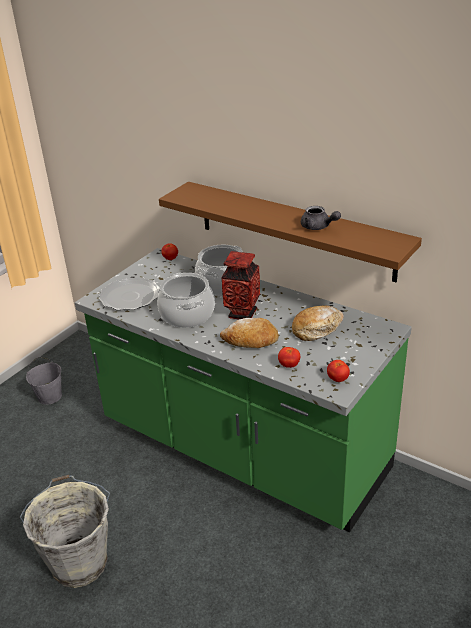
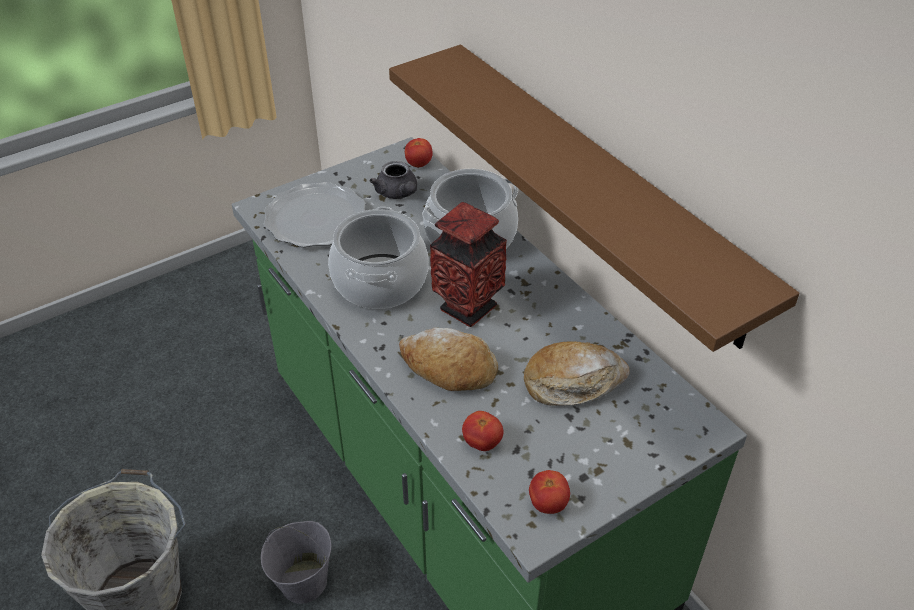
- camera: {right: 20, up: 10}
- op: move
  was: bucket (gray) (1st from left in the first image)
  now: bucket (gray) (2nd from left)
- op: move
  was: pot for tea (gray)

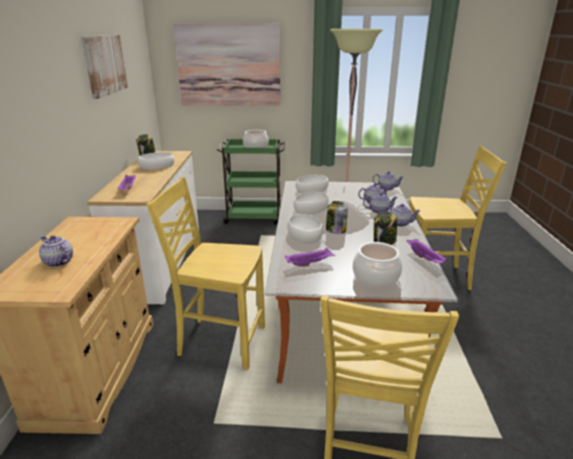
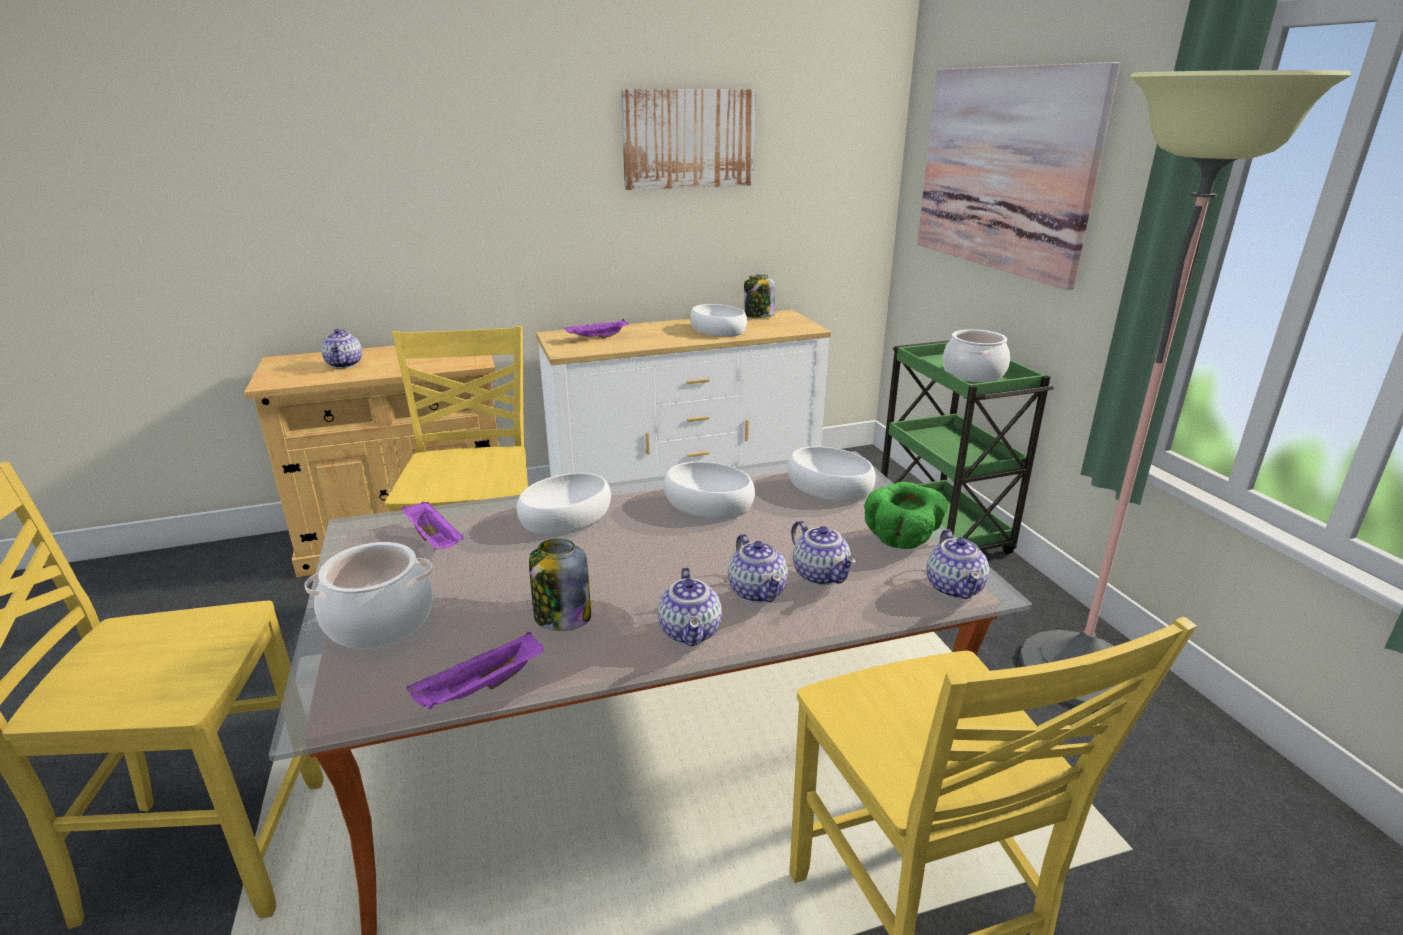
- camera: {right: 70, up: 0}
- op: rotate
  was: pot for tea (1st from left)
  clockwise: 150
- op: insert
  now: serving bowl (greenish)
- op: delete
  was: preserve jar (2nd from left)

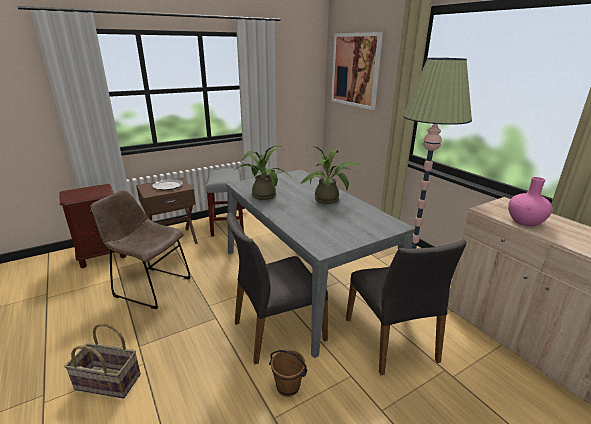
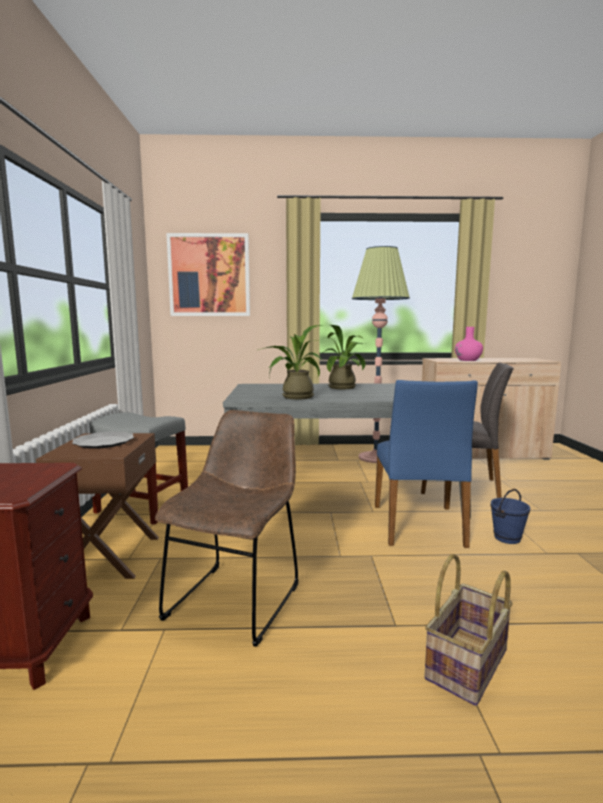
- camera: {right: -60, up: -15}
- op: rotate
  was: chair (brown)
  clockwise: 150
- op: recolor
  was: chair (gray) (1st from left)
  now: chair (blue)
- op: recolor
  was: bucket (brown)
  now: bucket (blue)

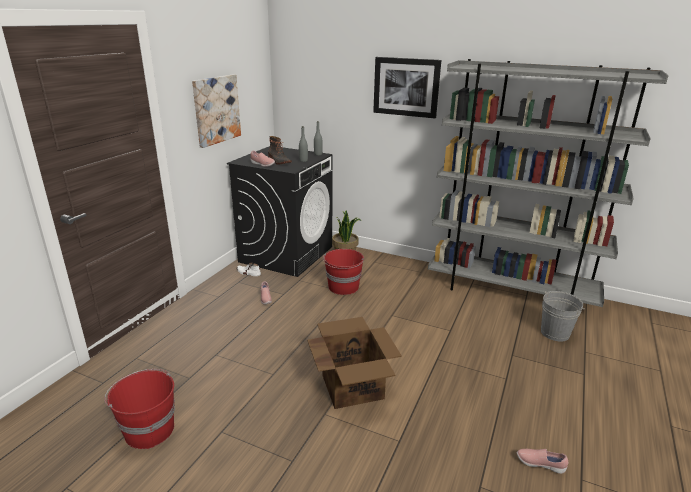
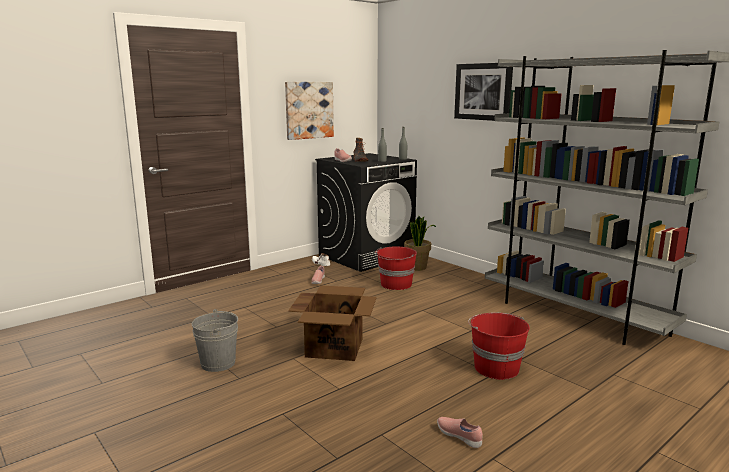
- camera: {right: 25, up: -10}
- op: move
  was: bucket (gray)
- op: move
  was: bucket (red-coloured) (1st from left in the first image)
  now: bucket (red-coloured) (2nd from left)

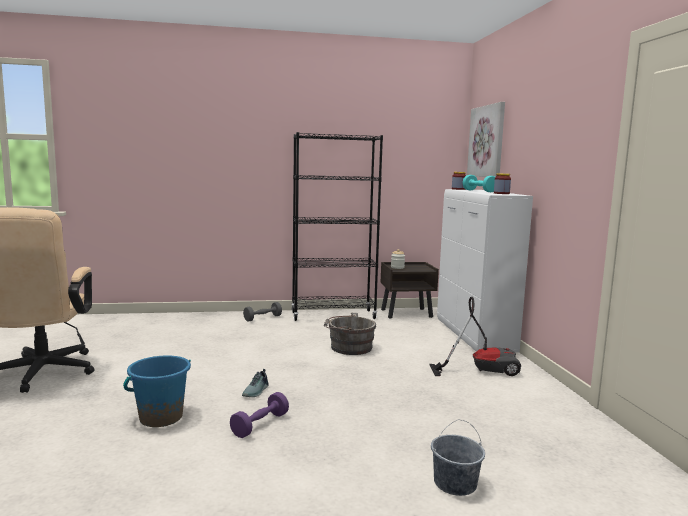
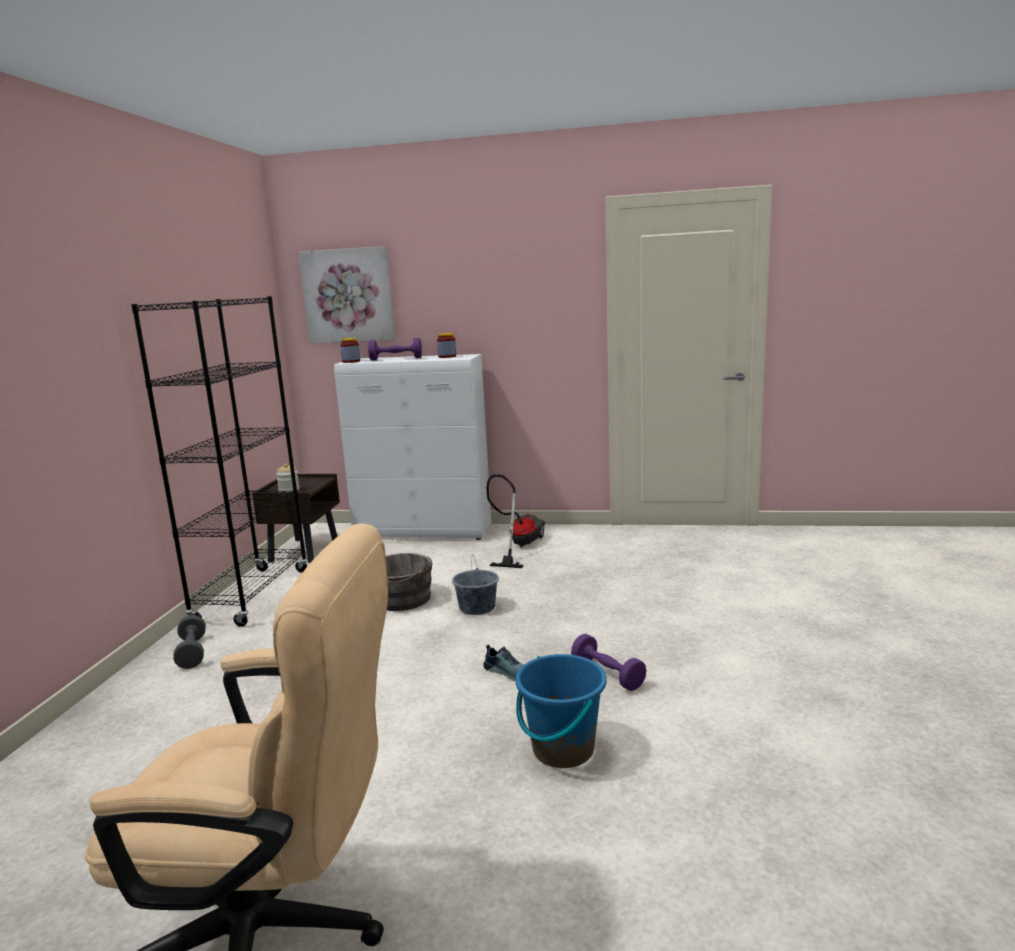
- camera: {right: -70, up: 5}
- op: recolor
  was: dumbbell (turquoise-coloured)
  now: dumbbell (purplish) (1st from left)
- op: move
  was: bucket (gray) (2nd from left)

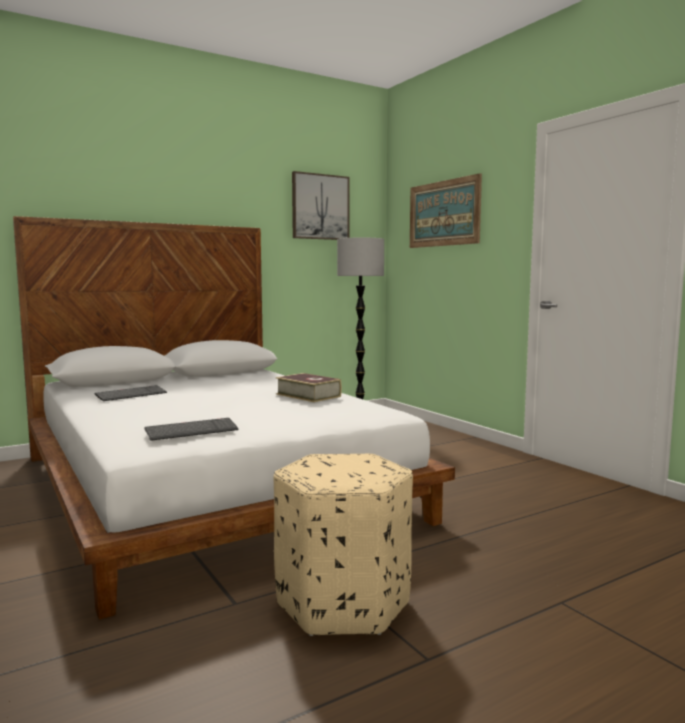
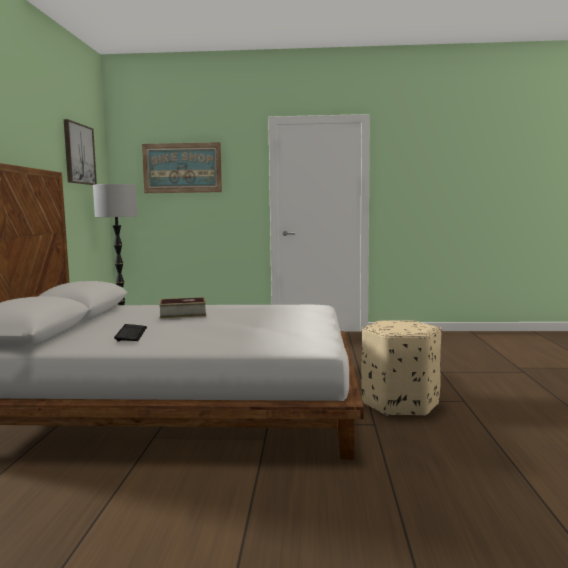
- camera: {right: -55, up: 0}
- op: move
  was: bound book
- op: delete
  was: keyboard (2nd from left)

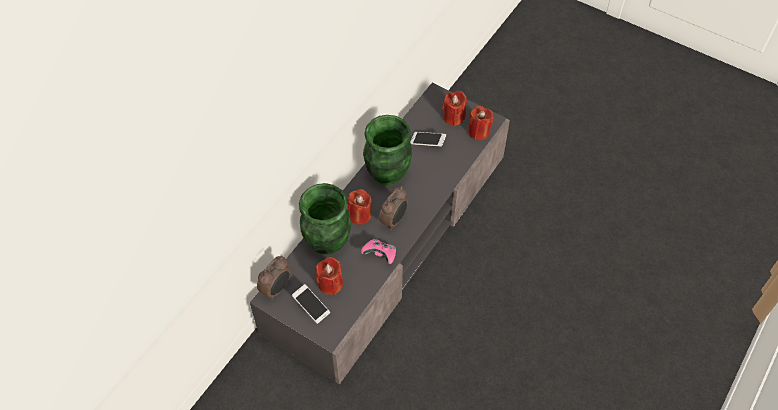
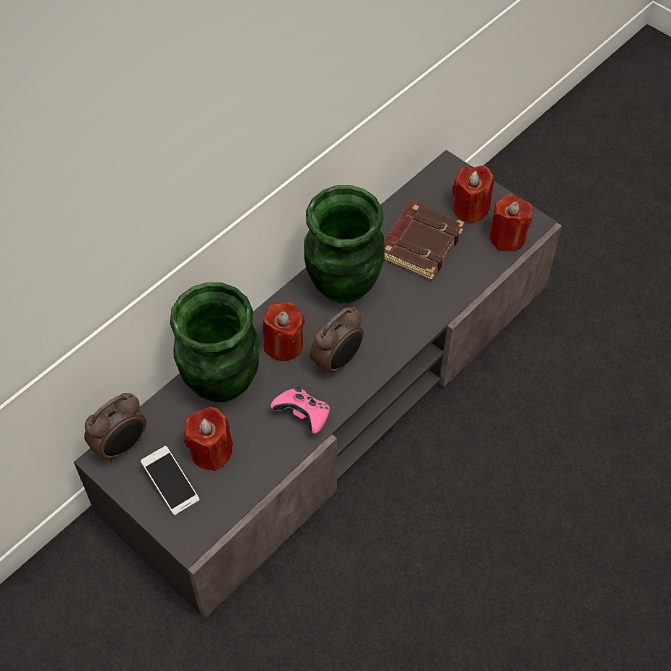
- camera: {right: 10, up: 0}
- op: replace
  was: telephone (2nd from left)
  now: bound book (brown)

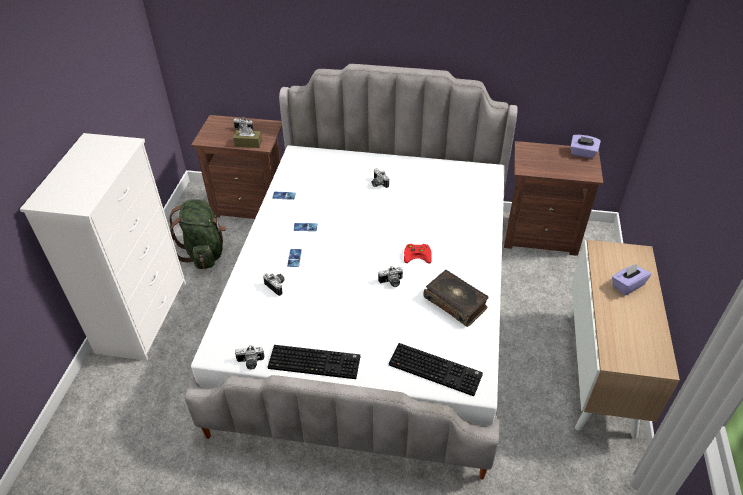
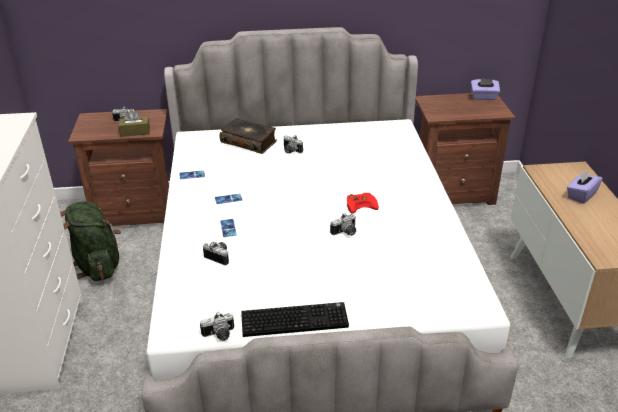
- camera: {right: -15, up: -10}
- op: move
  was: bound book
- op: delete
  was: keyboard (2nd from left)

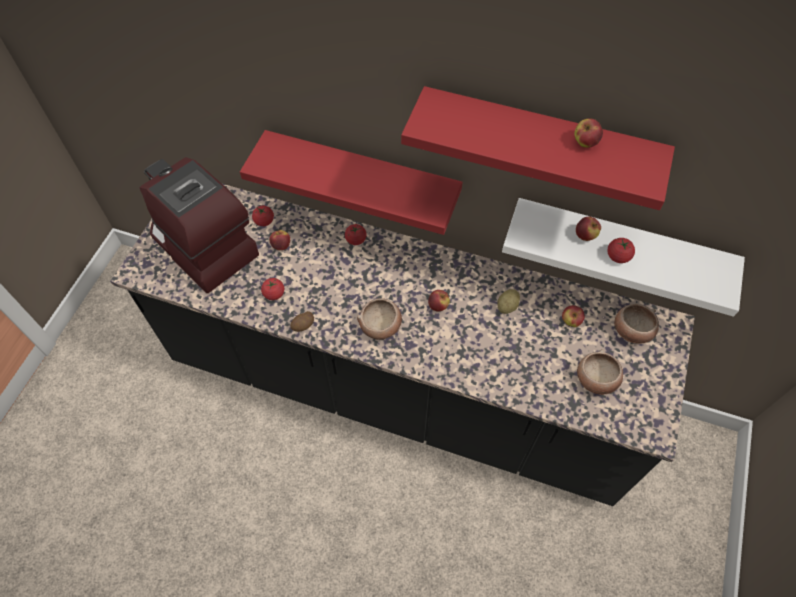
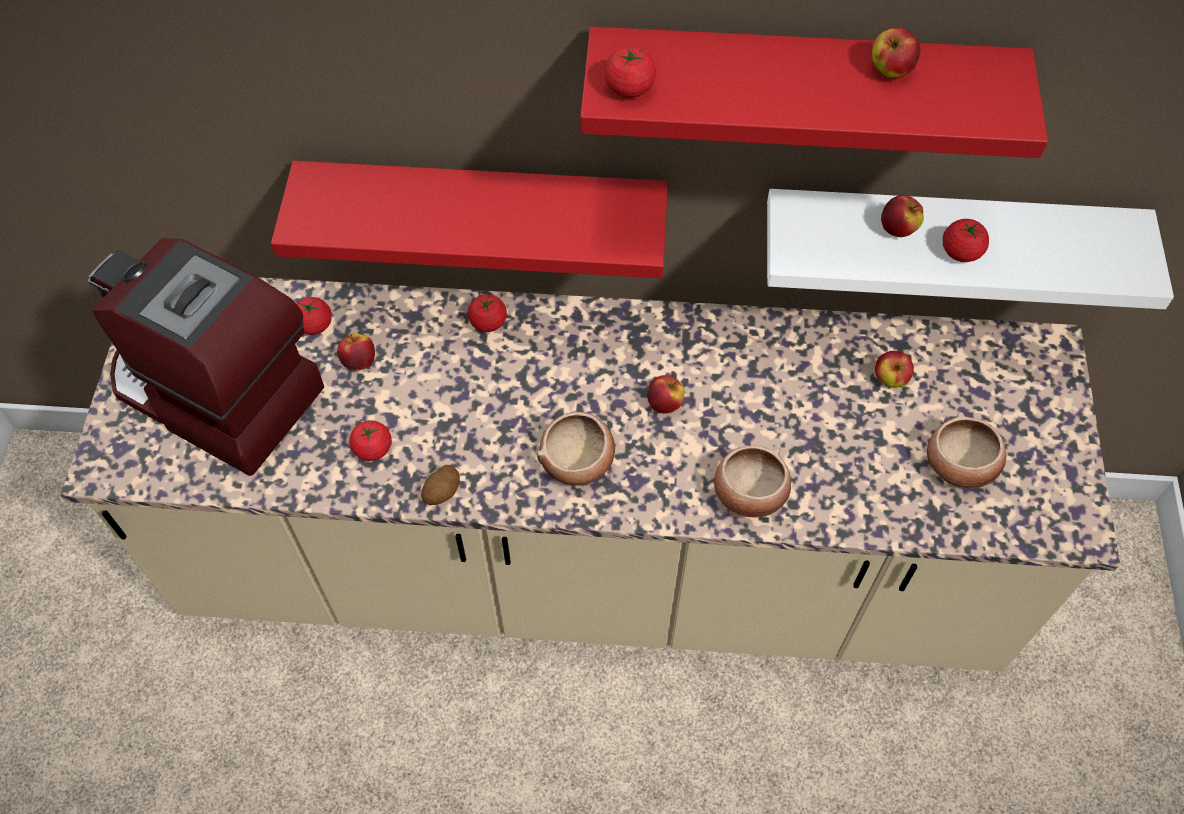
- camera: {right: -15, up: 0}
- op: recolor
  was: counter (blackish)
  now: counter (sand-coloured)
- op: insert
  now: fresh tomato (4th from left)
- op: move
  was: serving bowl (3rd from left in the first image)
  now: serving bowl (2nd from left)
- op: delete
  was: spud (2nd from left)

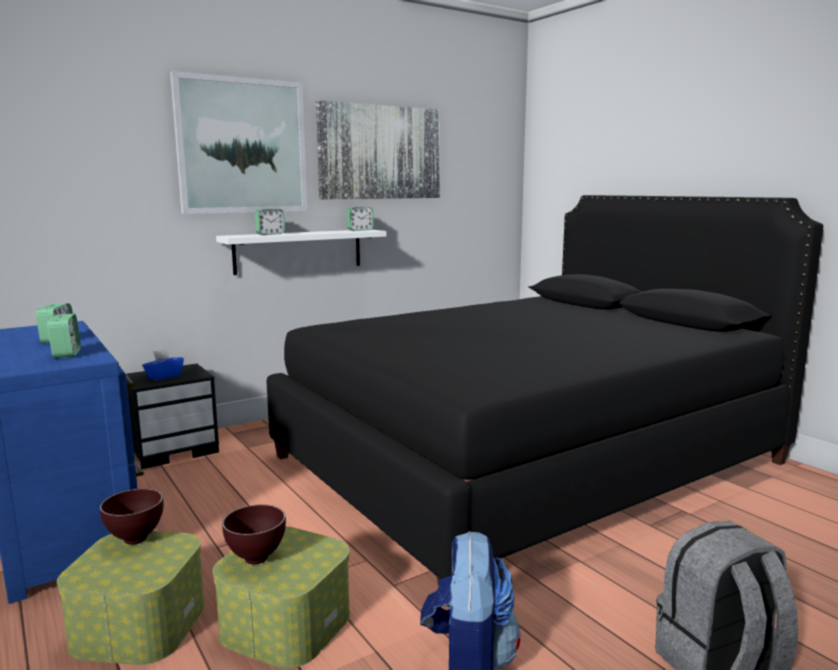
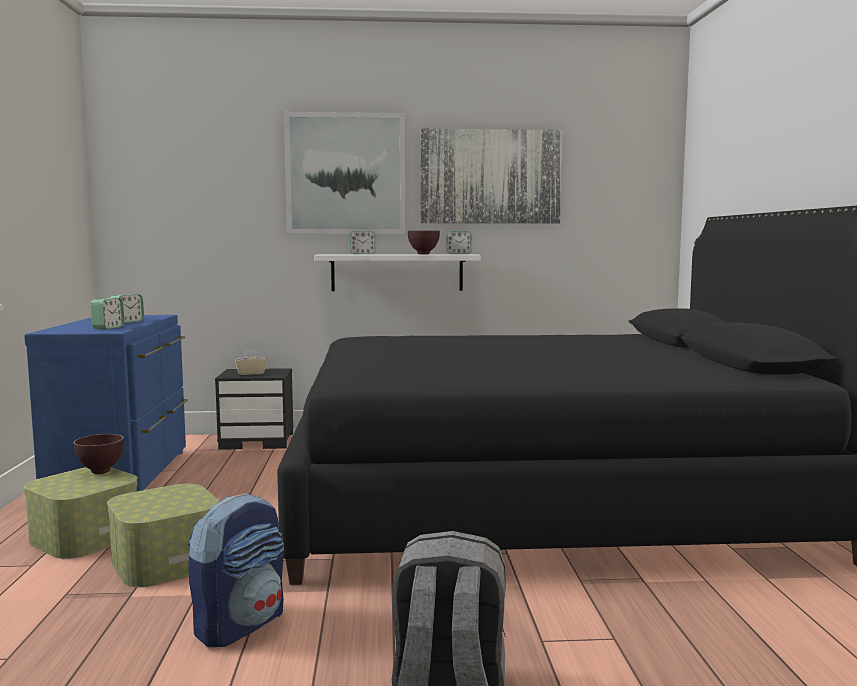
- camera: {right: 30, up: -5}
- op: recolor
  was: tissue holder (blue)
  now: tissue holder (sand-coloured)
- op: move
  was: serving bowl (brown) (2nd from left)

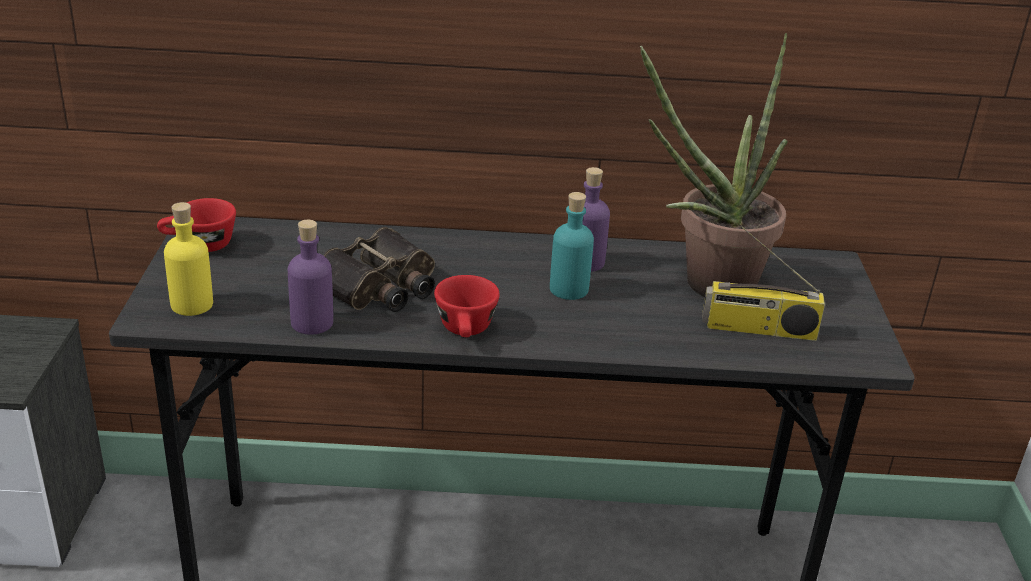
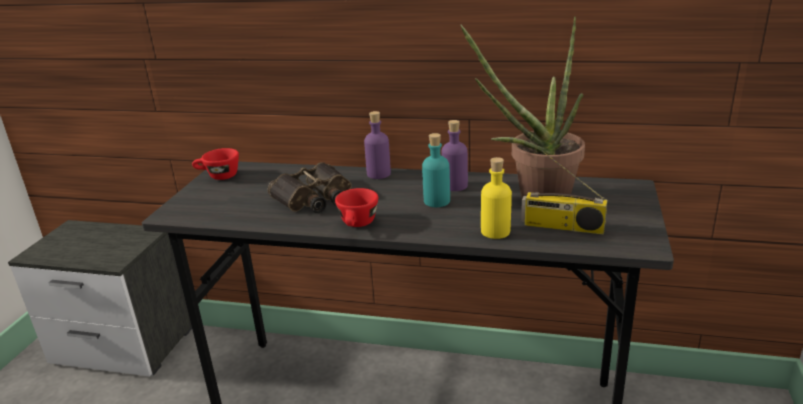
- camera: {right: 15, up: -5}
- op: move
  was: bottle (purplish) (1st from left)
- op: move
  was: bottle (yellowish)

